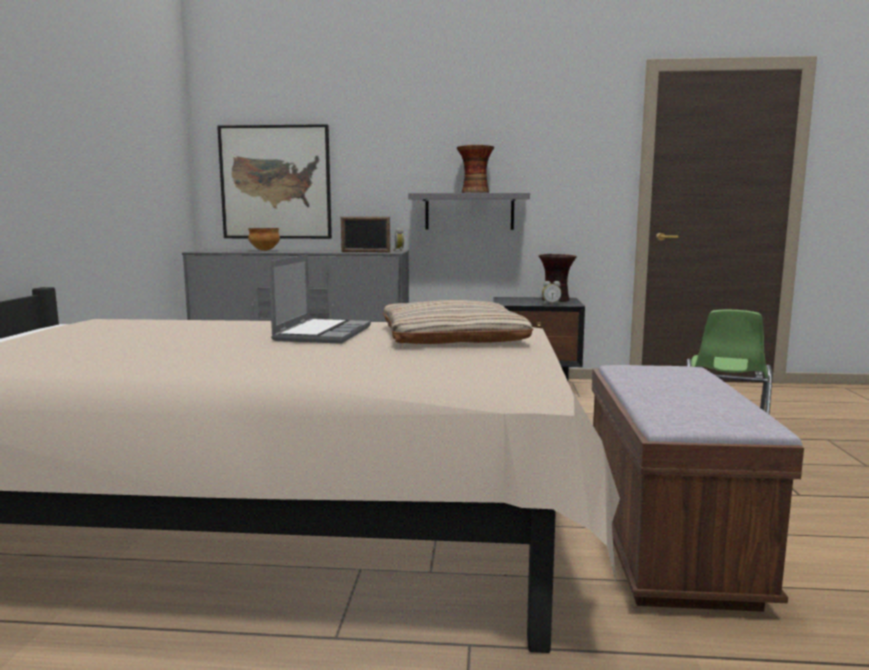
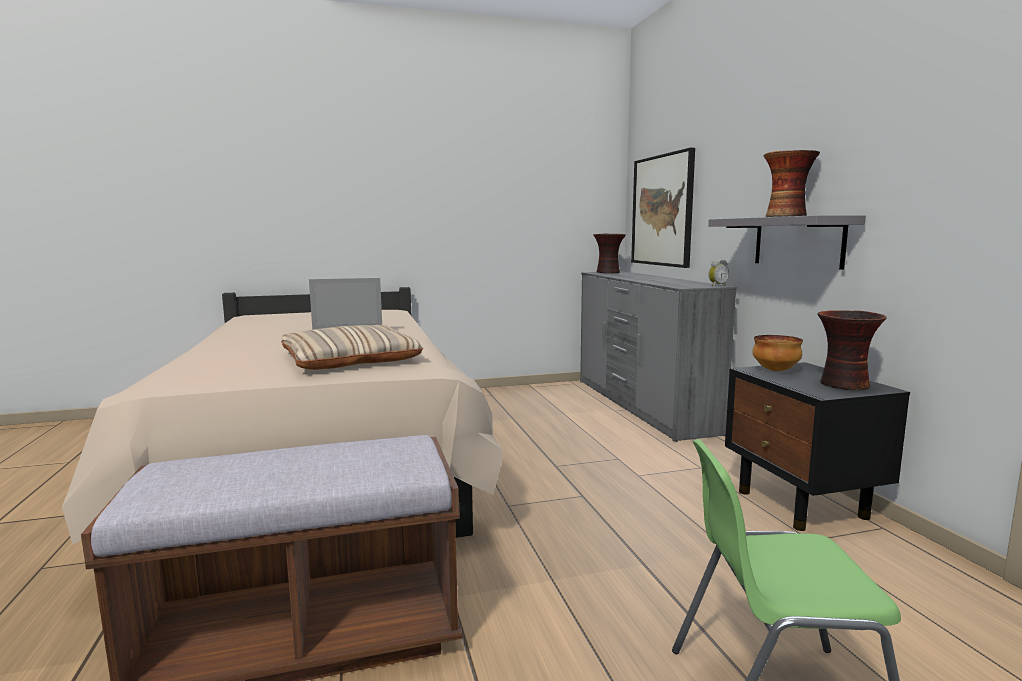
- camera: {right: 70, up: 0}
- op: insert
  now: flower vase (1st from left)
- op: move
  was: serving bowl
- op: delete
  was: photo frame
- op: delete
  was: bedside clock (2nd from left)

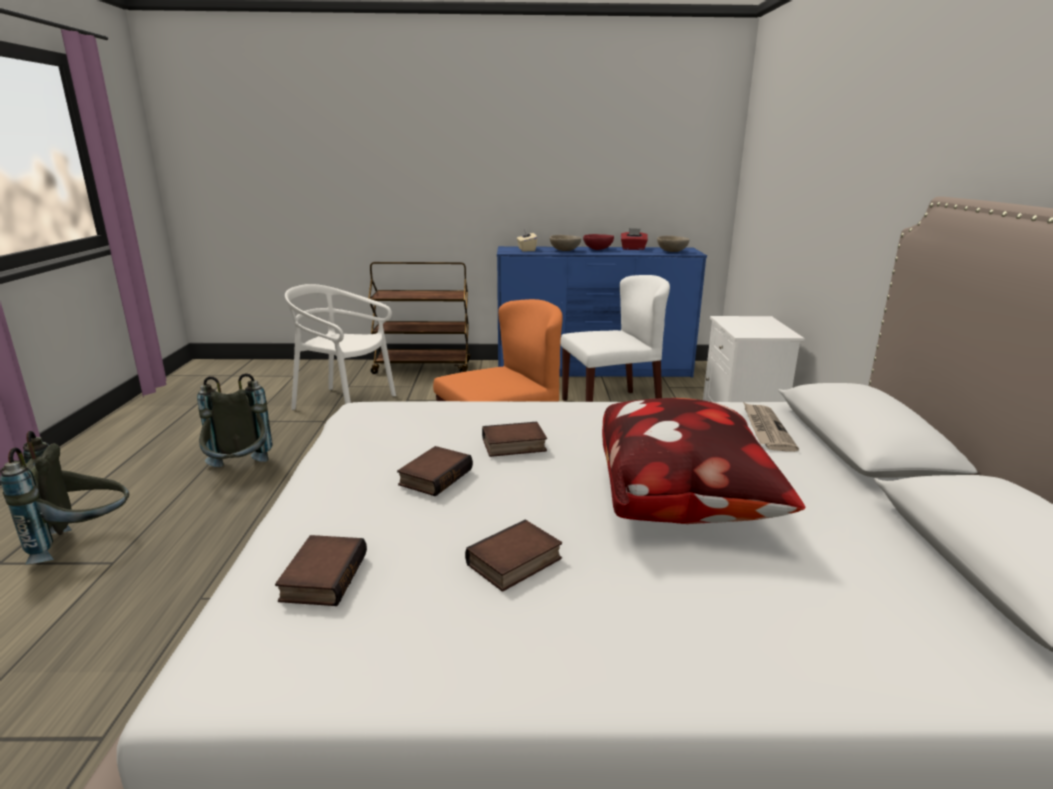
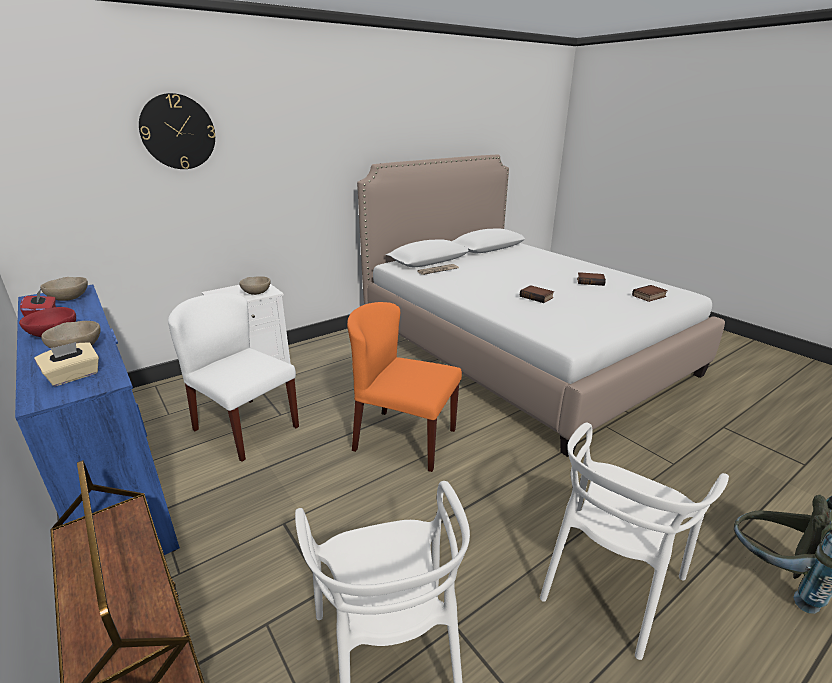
- camera: {right: -125, up: 5}
- op: insert
  now: clock on the wall
- op: insert
  now: serving bowl (sand-coloured) (3rd from left)
- op: replace
  was: rucksack (gray) (2nd from left)
  now: chair (white-coloured) (3rd from left)
- op: delete
  was: bound book (2nd from left)
- op: delete
  was: pillow

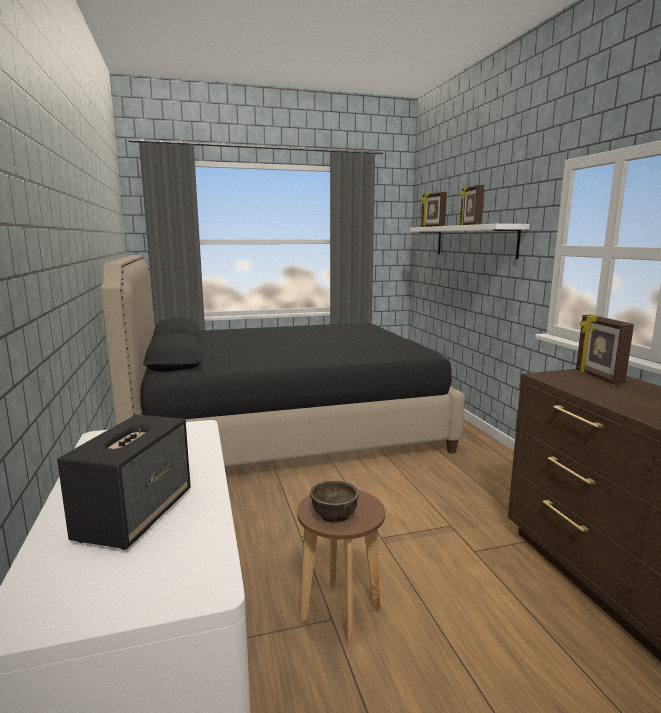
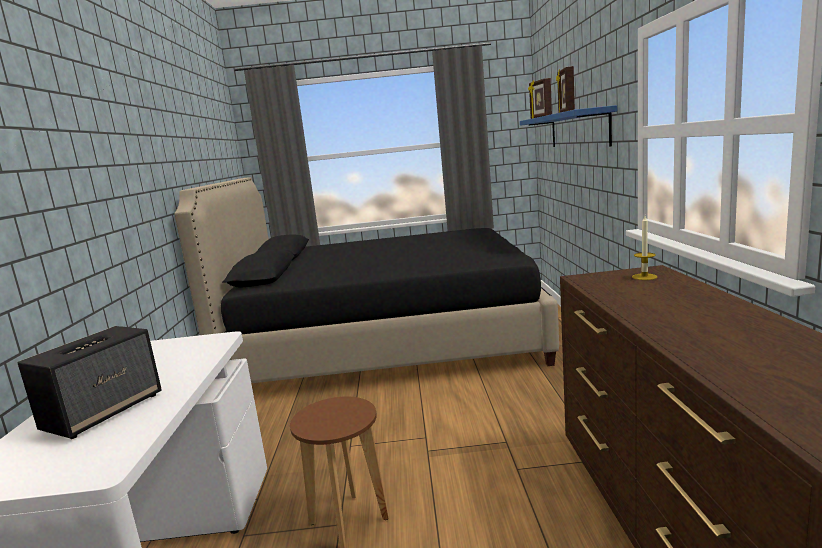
- camera: {right: 15, up: 0}
- op: recolor
  was: bracket shelf (white-coloured)
  now: bracket shelf (blue)
- op: replace
  was: photo frame (3rd from left)
  now: wax candle
- op: delete
  was: serving bowl (brown)

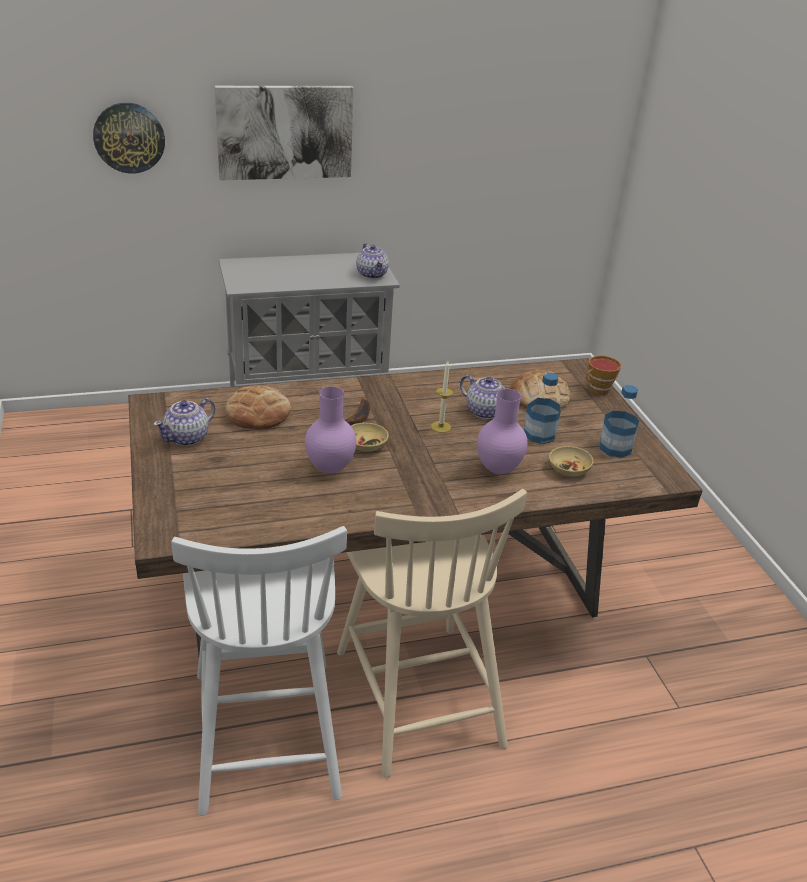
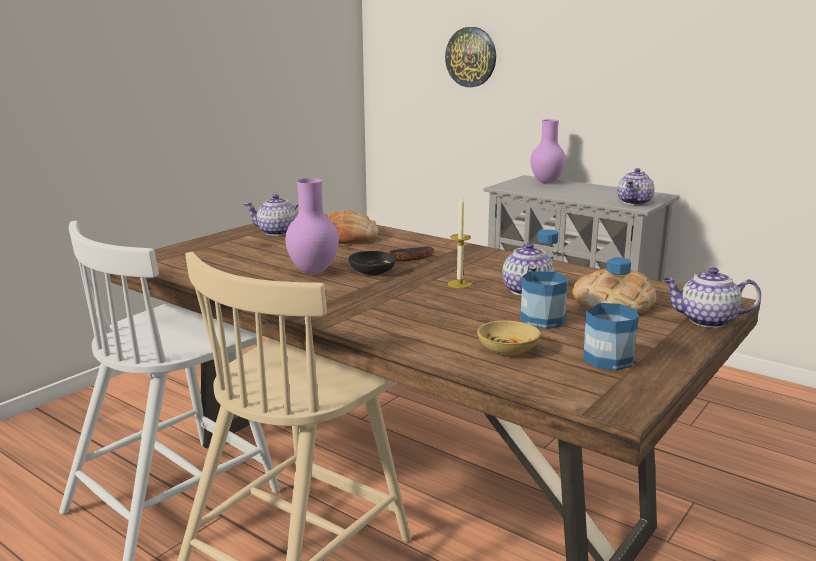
- camera: {right: 55, up: -15}
- op: recolor
  was: serving bowl (sand-coloured) (1st from left)
  now: serving bowl (blackish)
- op: move
  was: flower vase (purplish) (2nd from left)
- op: replace
  was: drinking cup
  now: pot for tea (4th from left)
- op: delete
  was: picture

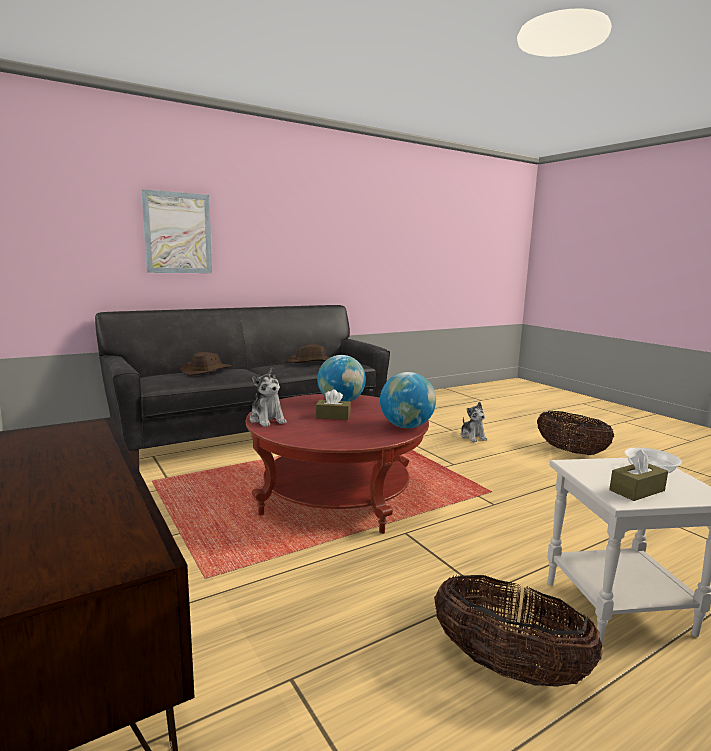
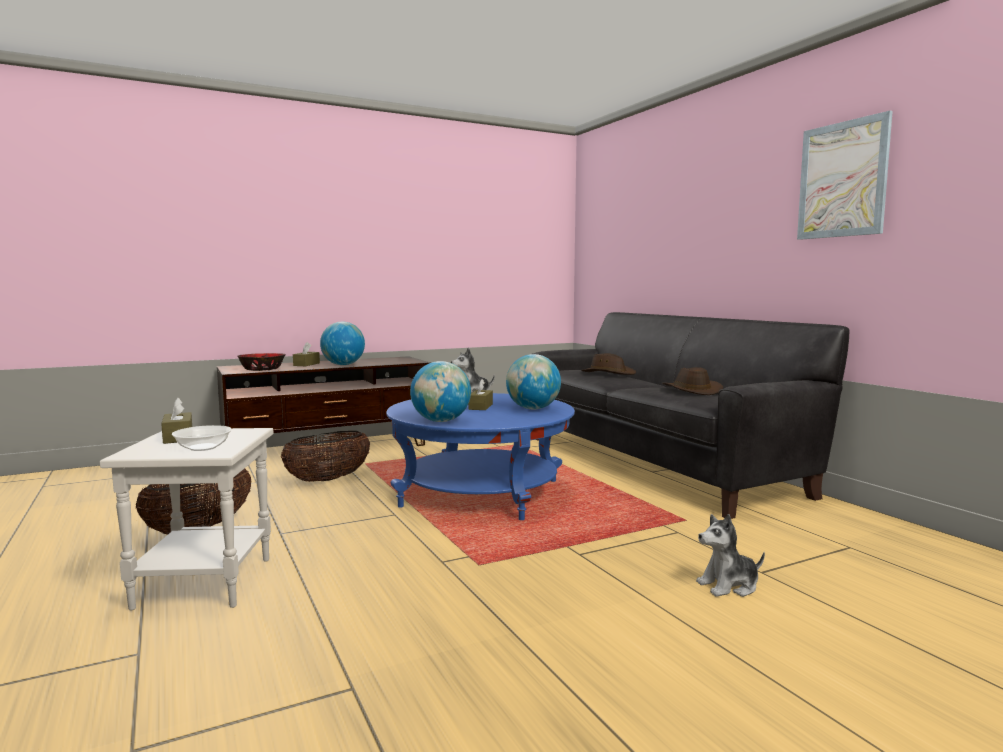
- camera: {right: 95, up: -5}
- op: insert
  now: serving bowl (2nd from left)
- op: move
  was: household basket (2nd from left)
- op: insert
  now: tissue holder (brown) (2nd from left)
- op: insert
  now: desk globe (1st from left)
- op: recolor
  was: lounge table (red-coloured)
  now: lounge table (blue)
- op: move
  was: picture

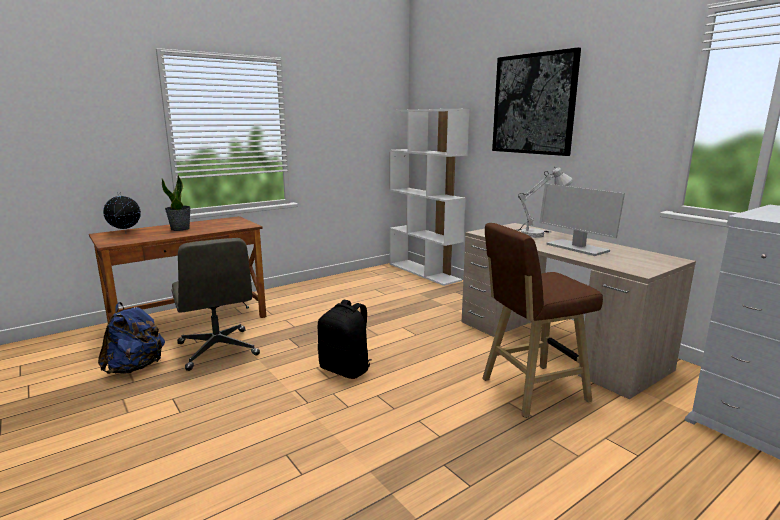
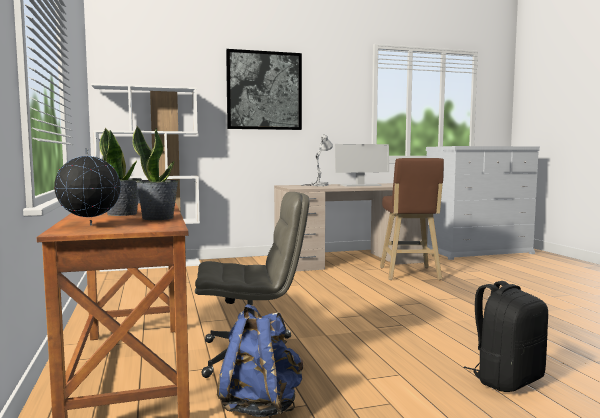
- camera: {right: -70, up: -10}
- op: insert
  now: houseplant (2nd from left)
- op: move
  was: rucksack (blackish)

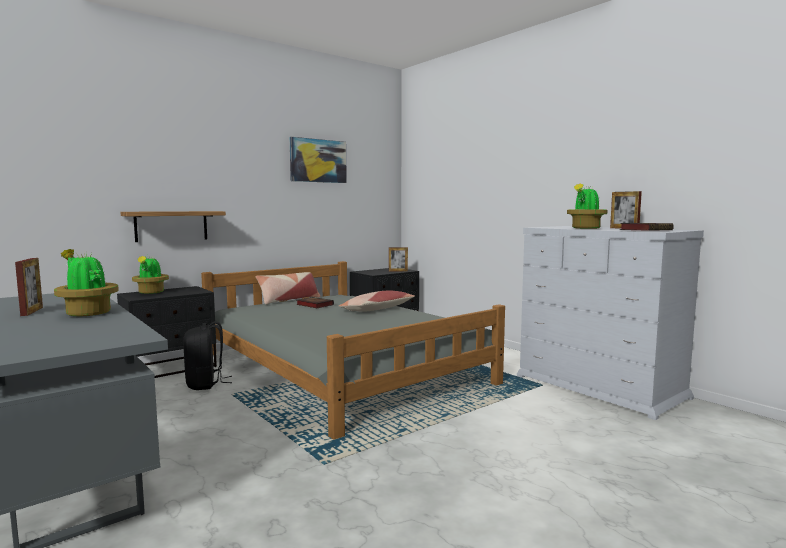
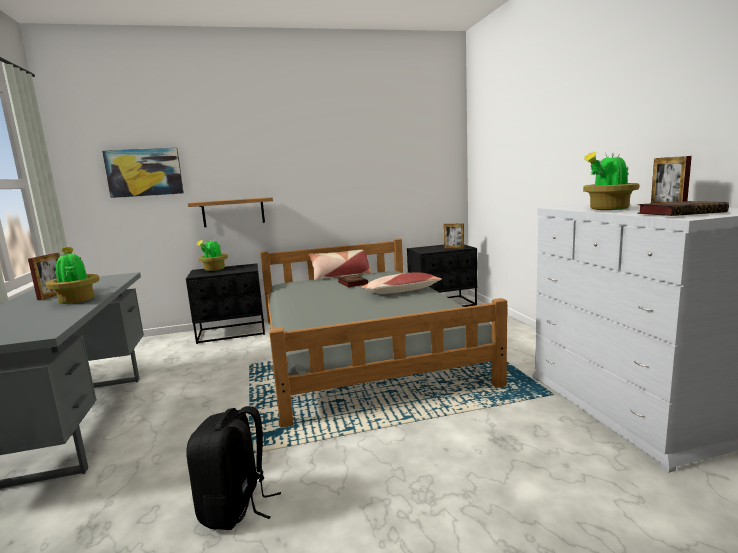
- camera: {right: 25, up: 5}
- op: move
  was: picture
- op: move
  was: rucksack (blackish)

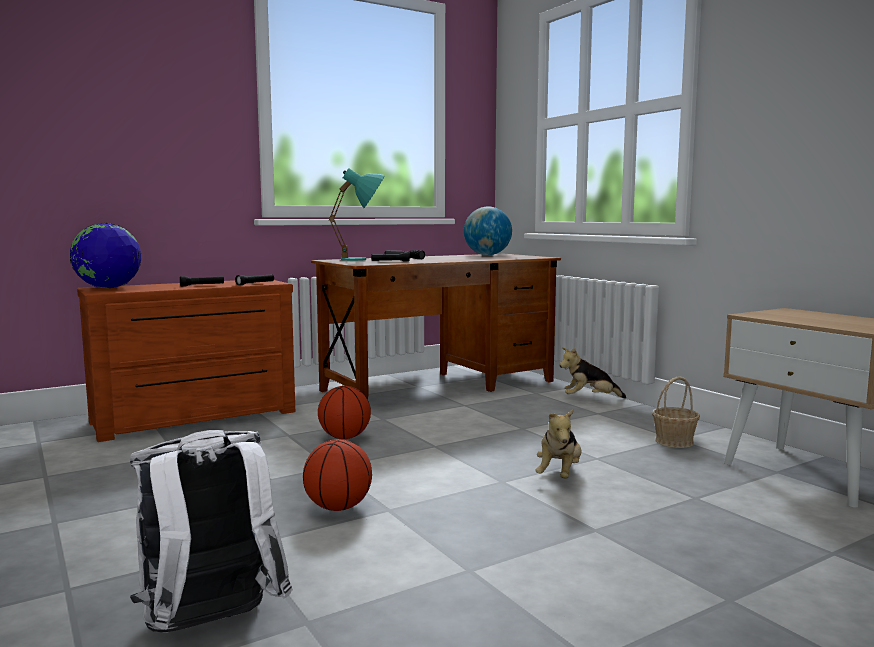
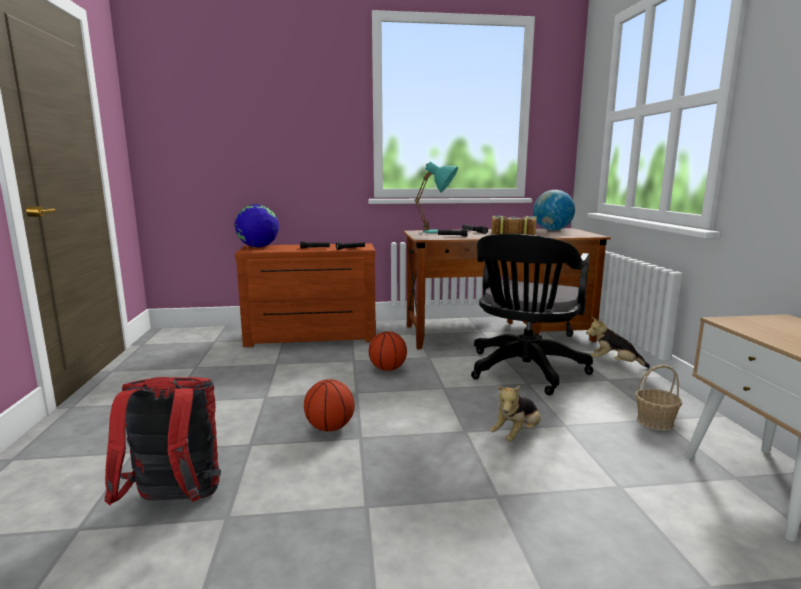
- camera: {right: 25, up: 5}
- op: recolor
  was: rucksack (white-coloured)
  now: rucksack (red-coloured)
- op: insert
  now: office chair (blackish)
- op: insert
  now: bound book

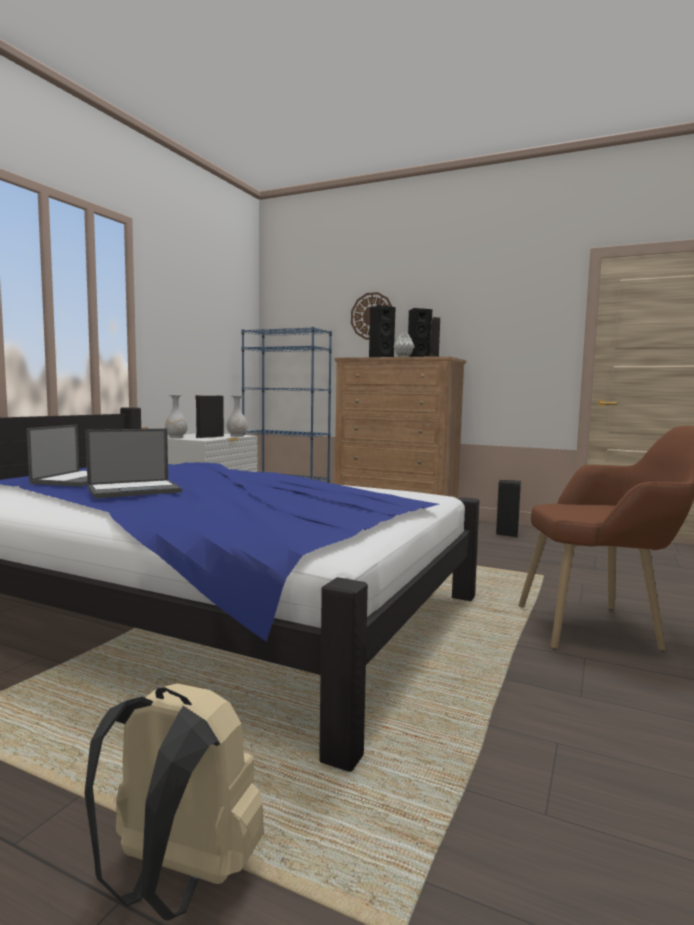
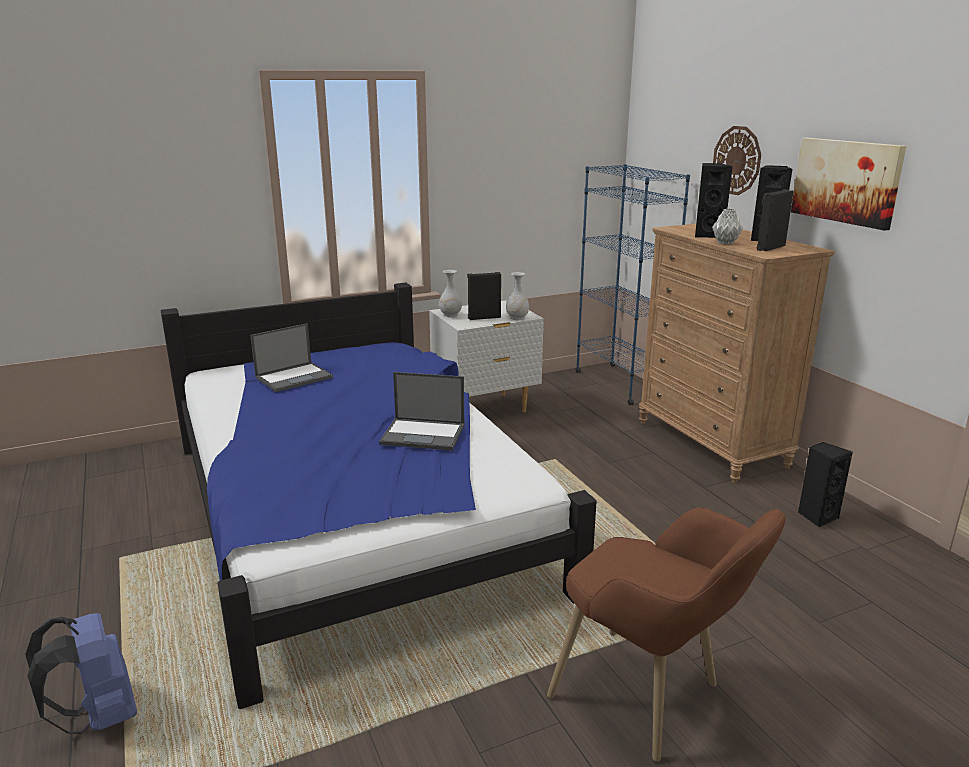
- camera: {right: 40, up: 15}
- op: recolor
  was: rucksack (sand-coloured)
  now: rucksack (blue)
- op: move
  was: portable computer (2nd from left)
- op: insert
  now: picture

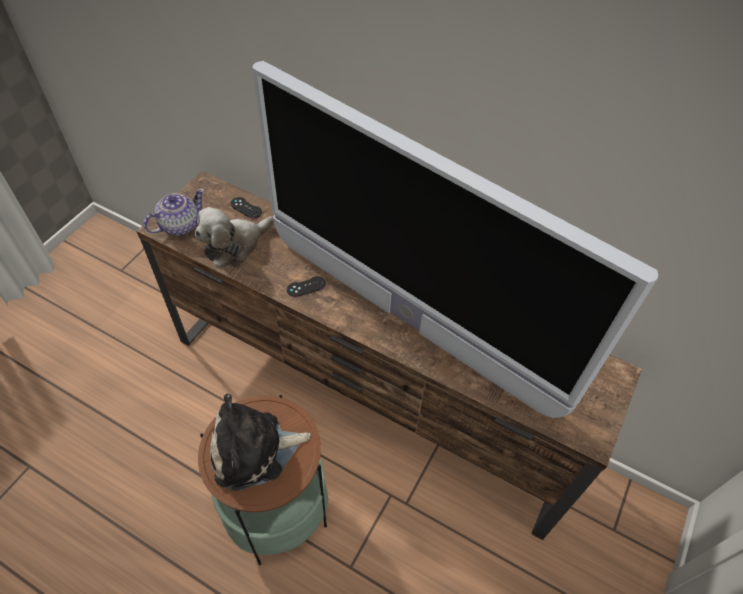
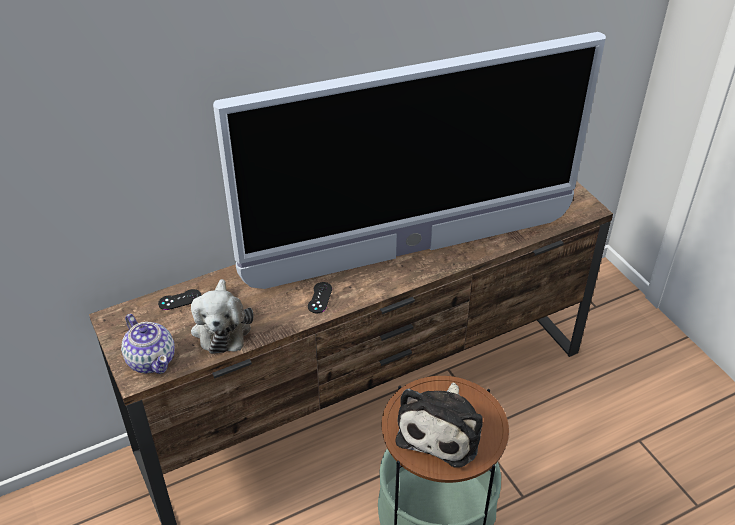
- camera: {right: -55, up: -10}
- op: rotate
  was: pot for tea
  clockwise: 150

